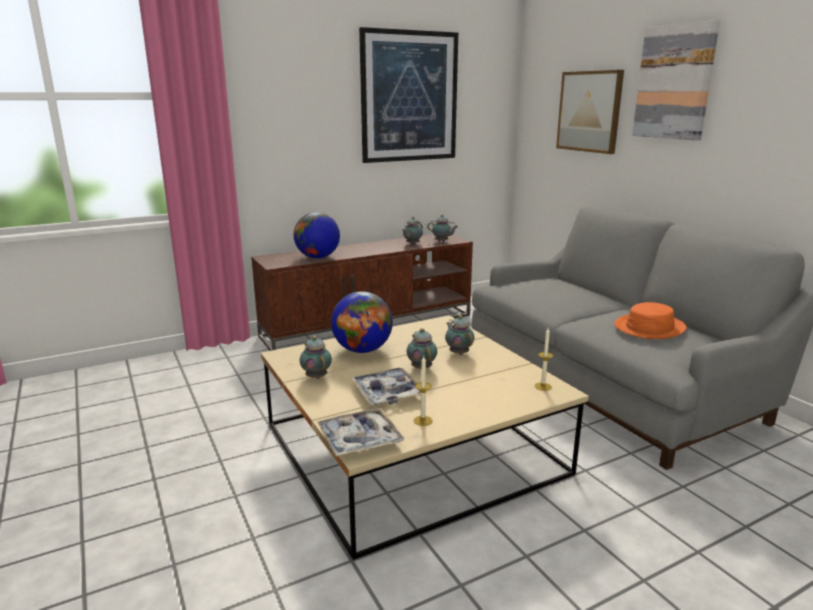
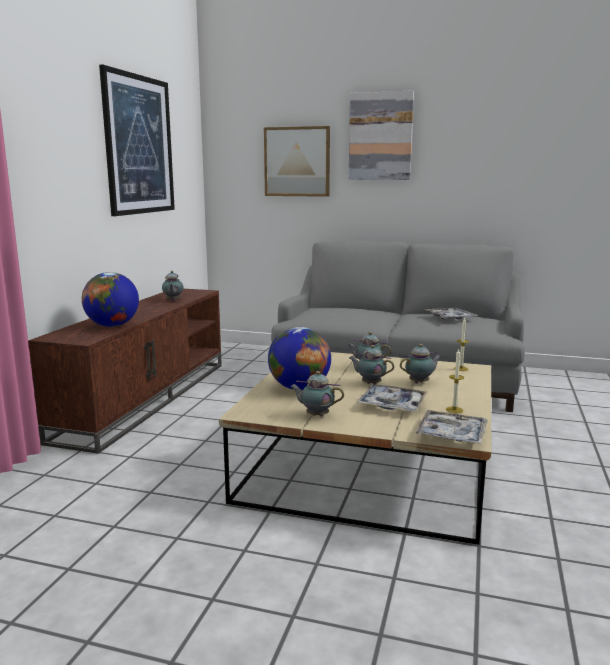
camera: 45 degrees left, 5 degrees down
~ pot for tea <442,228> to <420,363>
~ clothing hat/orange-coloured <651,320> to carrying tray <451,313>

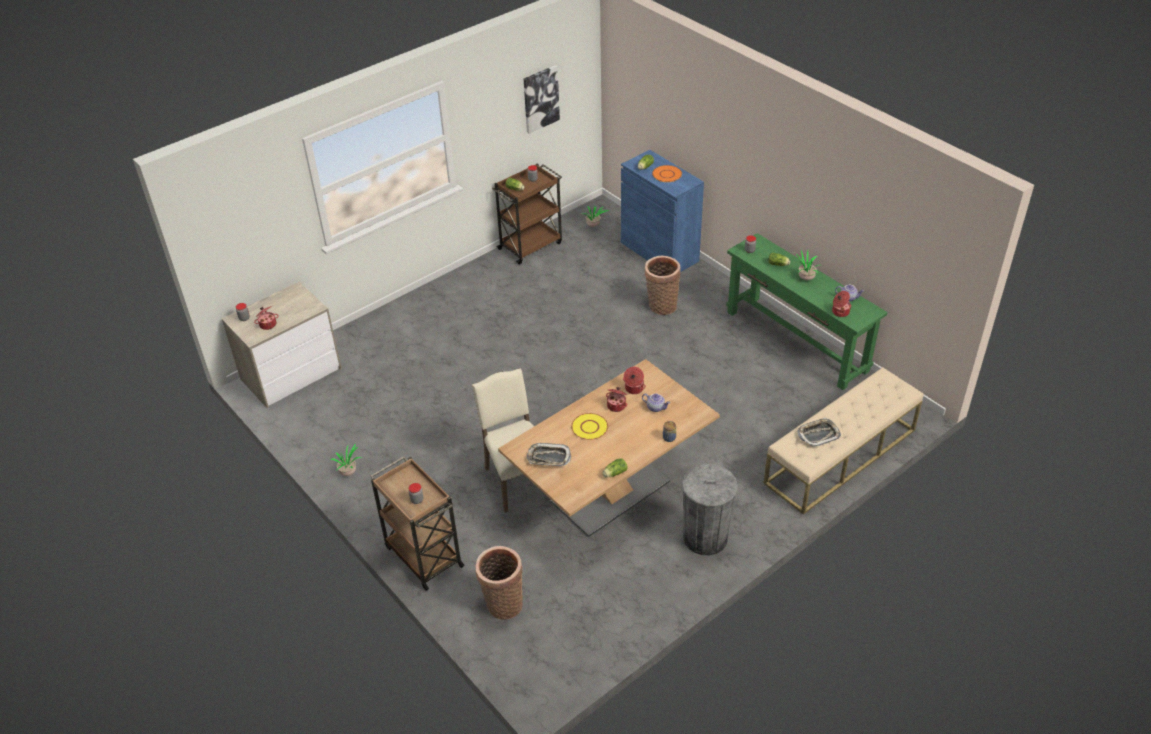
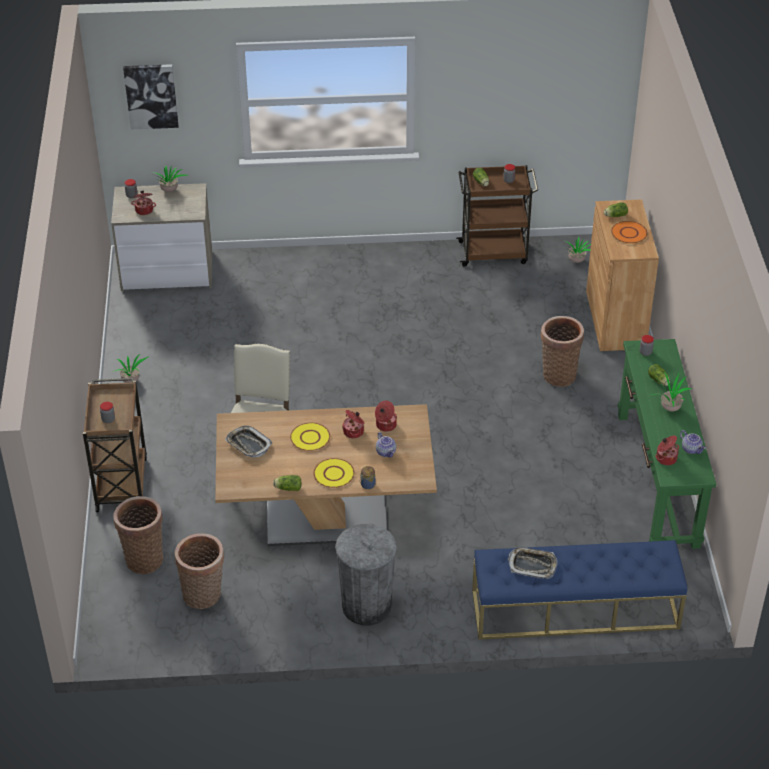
camera: 35 degrees right, 0 degrees up
~ picture <542,99> to <150,96>
~ storage cabinet/bluish <662,211> to storage cabinet/brown <622,275>
~ long seat/beige <843,440> to long seat/bluish <579,590>
+ plant in a pot <169,178>
+ storage basket <199,571>
+ plate/yellow-coloured <334,473>

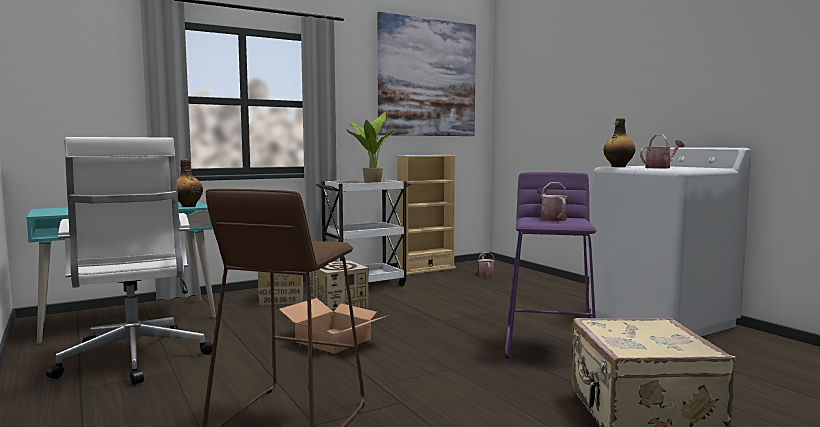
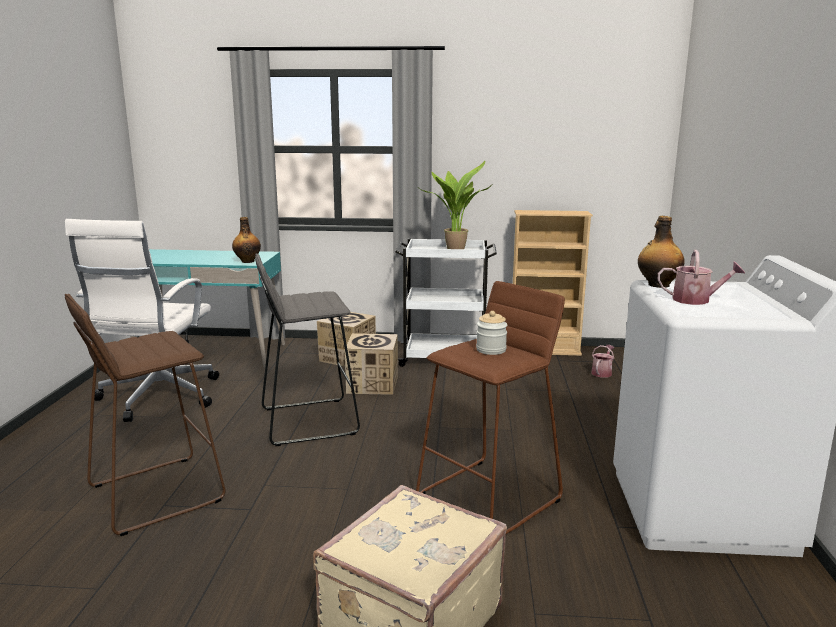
camera: 35 degrees right, 10 degrees up
~ carton <334,326> to sitting stool/greyish <307,350>
- picture <426,74>
~ sitting stool/purple <551,265> to sitting stool/brown <490,407>
~ watering pot <552,201> to preserve jar <491,333>

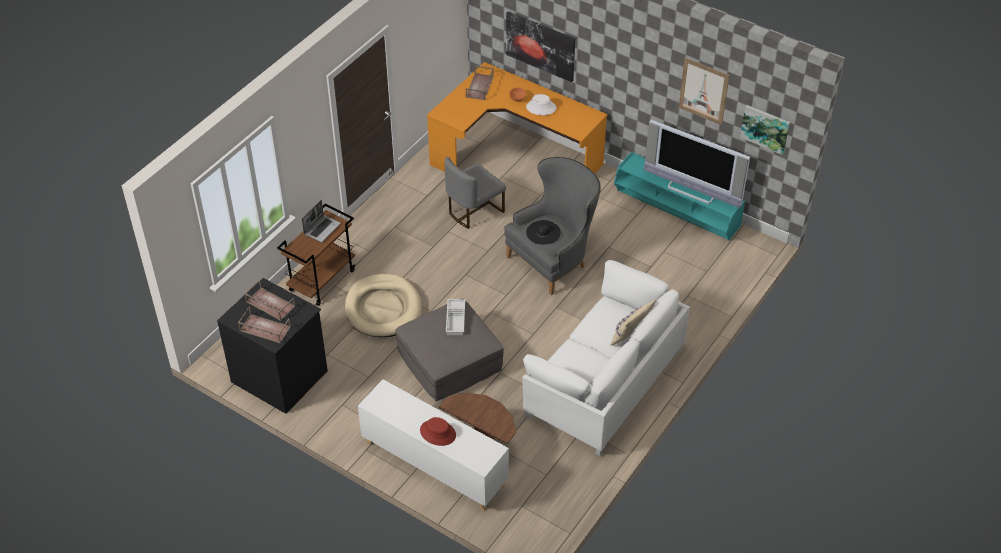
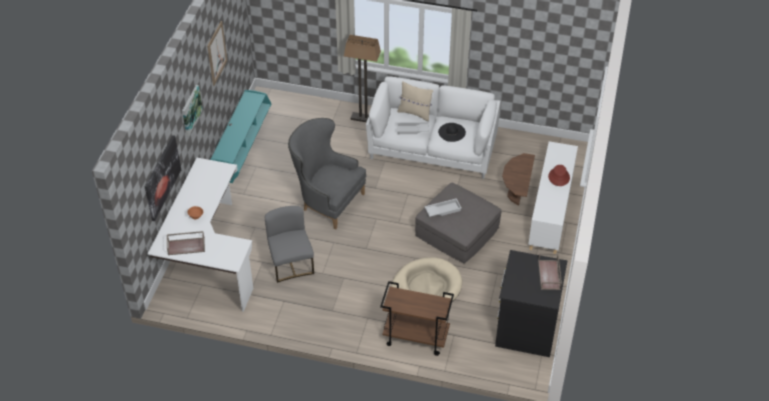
camera: 110 degrees left, 0 degrees up
- carrying tray/brown <270,300>
- laptop <321,221>
~ desk unit/orange-coloured <517,118> to desk unit/white <200,235>
~ plain chair/greyish <475,193> = <289,244> 135 degrees counterclockwise
- clothing hat/white <541,104>
~ clothing hat/black-coloured <543,232> to <452,132>
- TV <697,164>
~ picture <765,130> to <192,110>
+ floor lamp <362,78>
+ carrying tray/white <413,128>

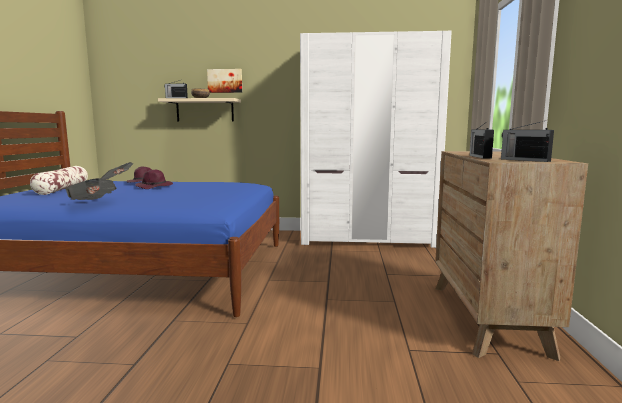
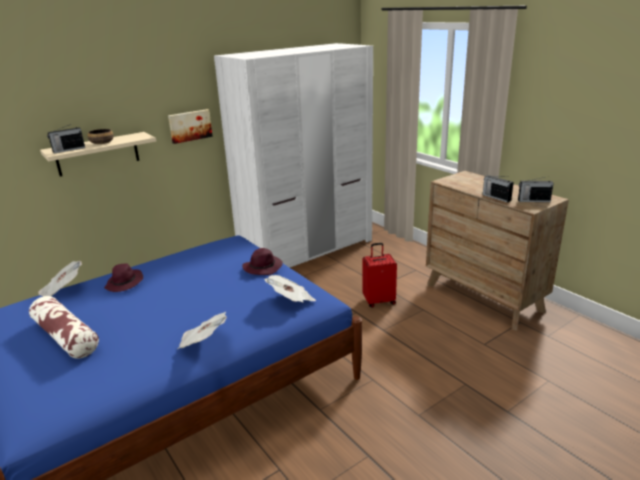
camera: 40 degrees left, 15 degrees up
~ clothing hat/purple <154,179> to <262,261>
~ picture <224,81> to <190,126>
+ newspaper <290,289>
+ suitcase/reddish <379,275>

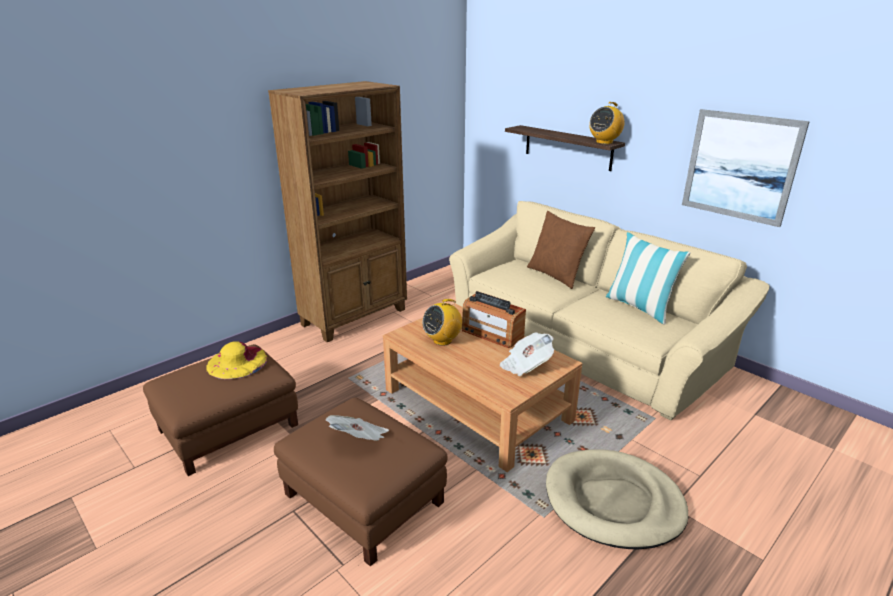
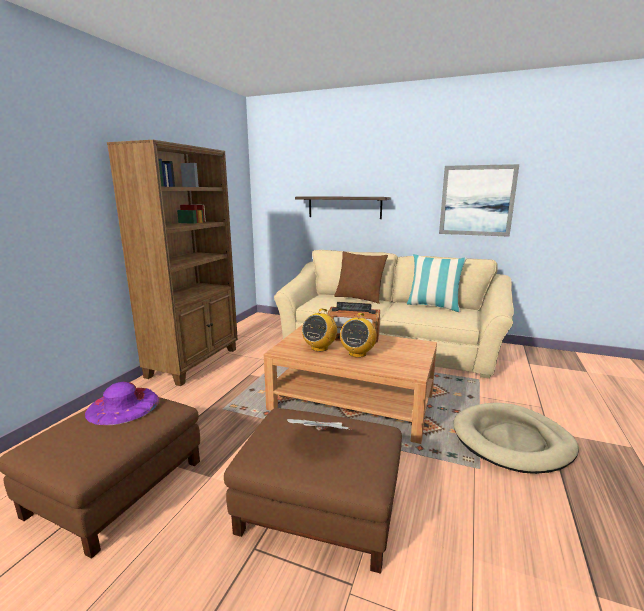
camera: 25 degrees left, 10 degrees down
~ clothing hat/yellow-coloured <236,360> to clothing hat/purple <122,403>
- newspaper <527,354>
~ radio receiver <607,123> to <358,335>

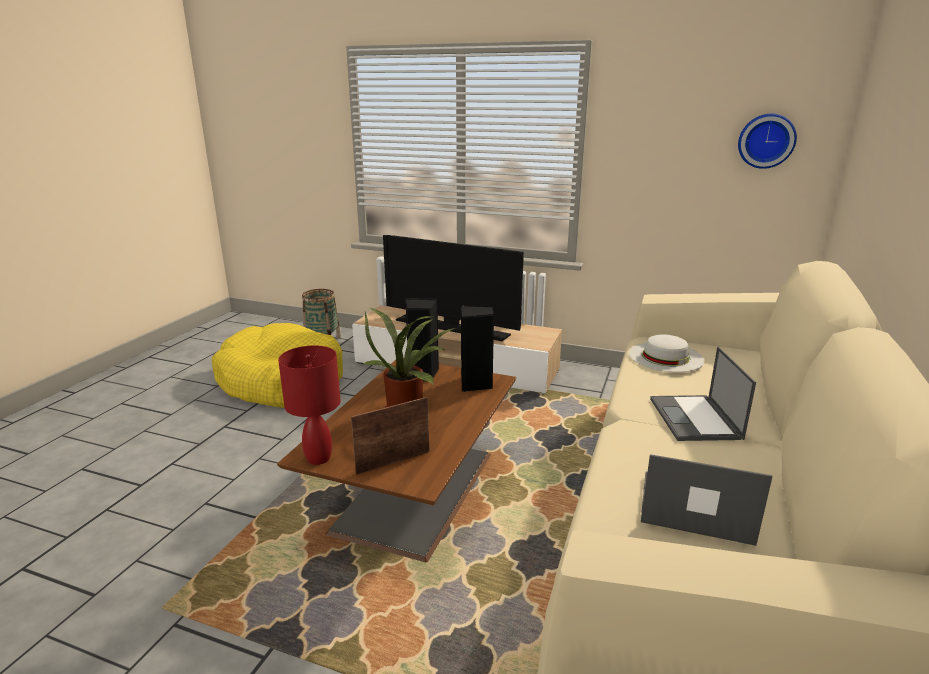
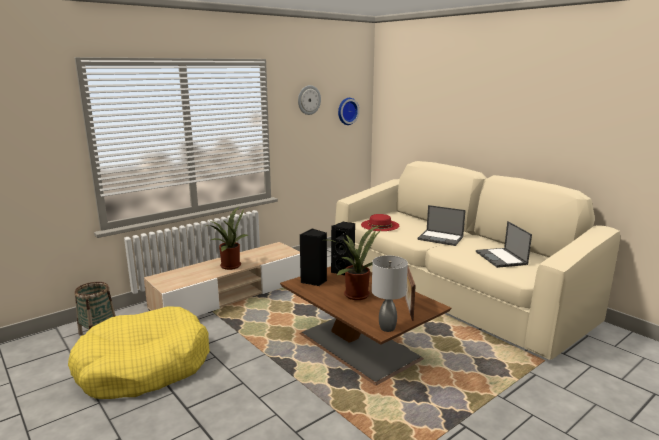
camera: 60 degrees left, 5 degrees down
~ table lamp/reddish <309,405> to table lamp/greyish <390,293>
~ TV <453,288> to plant in a pot <227,238>
~ clothing hat/white <666,353> to clothing hat/reddish <380,222>
~ laptop <707,500> = <504,244> 60 degrees counterclockwise
+ wall clock <309,100>

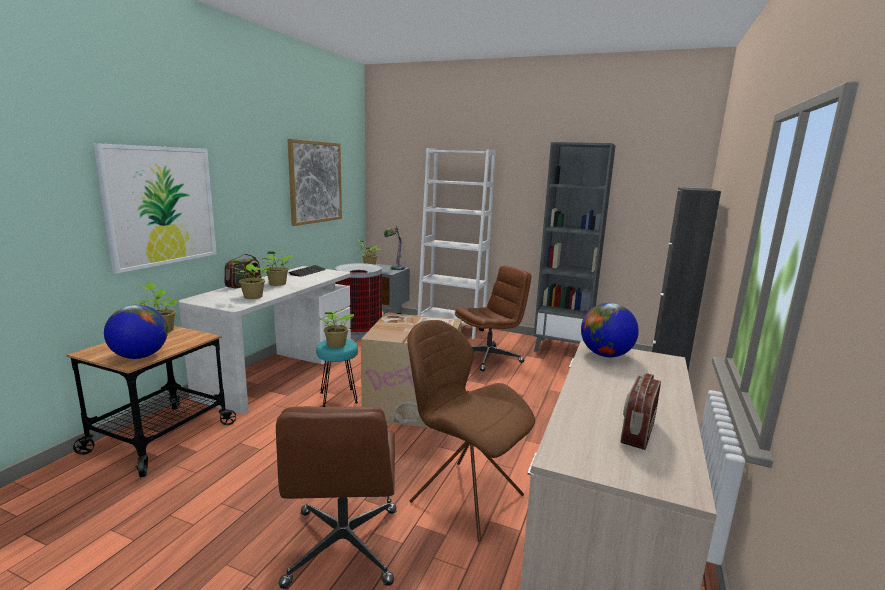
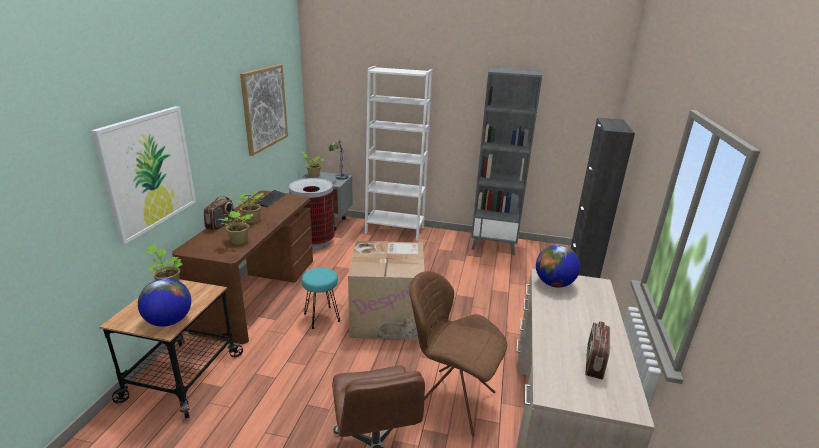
camera: 10 degrees left, 10 degrees up
~ desk unit/white <264,340> to desk unit/brown <242,267>
- plant in a pot <336,328>
- office chair/brown <493,318>

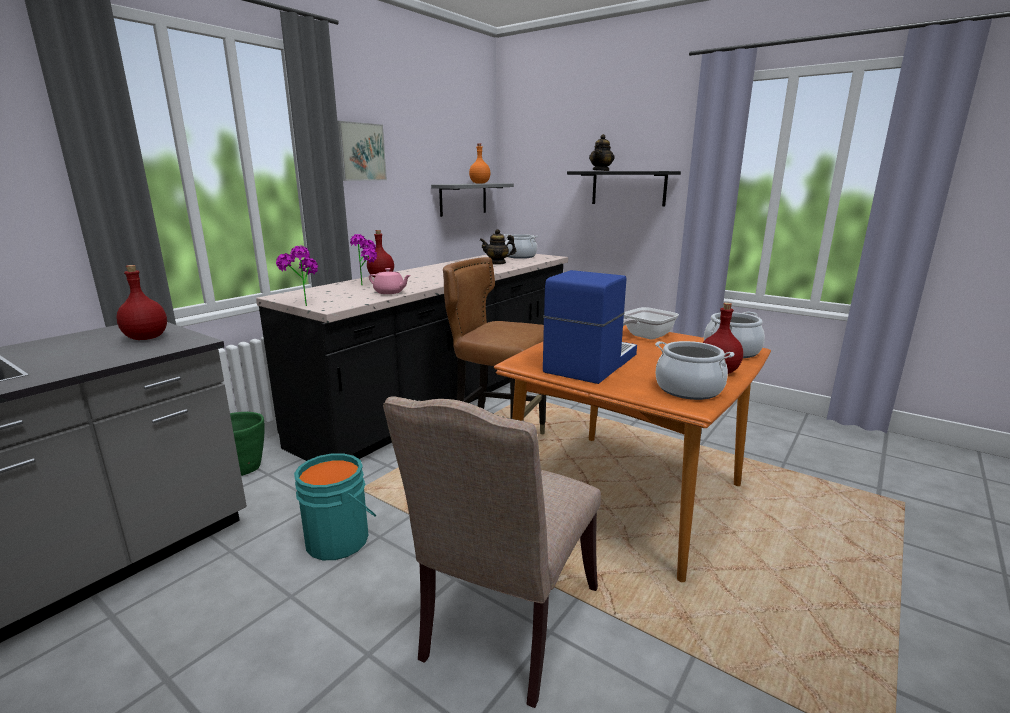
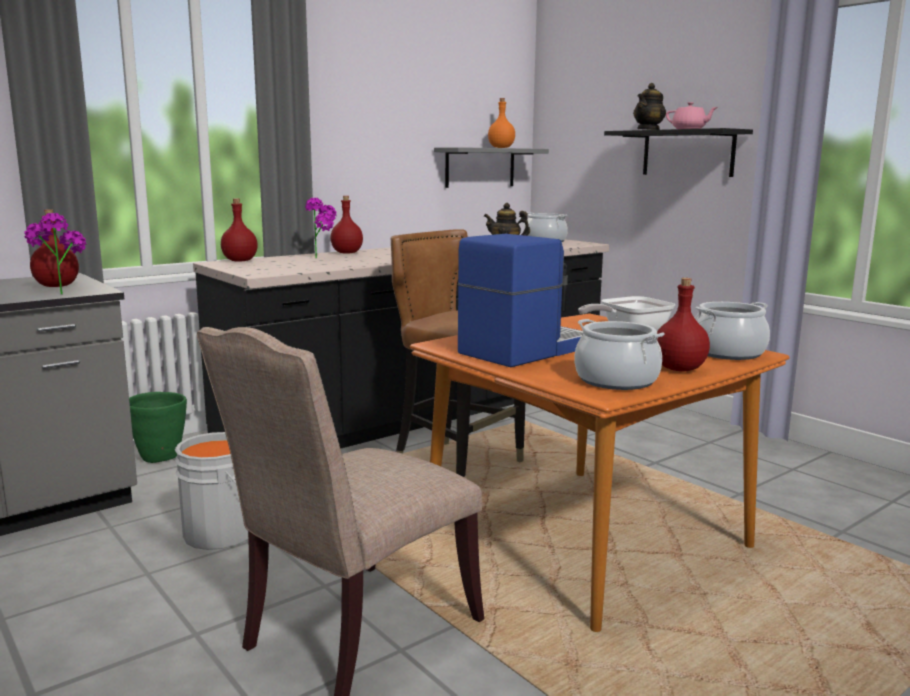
camera: 15 degrees right, 5 degrees down
~ plant in a pot <297,276> to <55,254>
~ pail/blue-green <335,506> to pail/greyish <211,491>
- picture <362,151>
~ pot for tea/pinkish <390,281> to <692,115>
+ drink bottle/reddish <239,230>

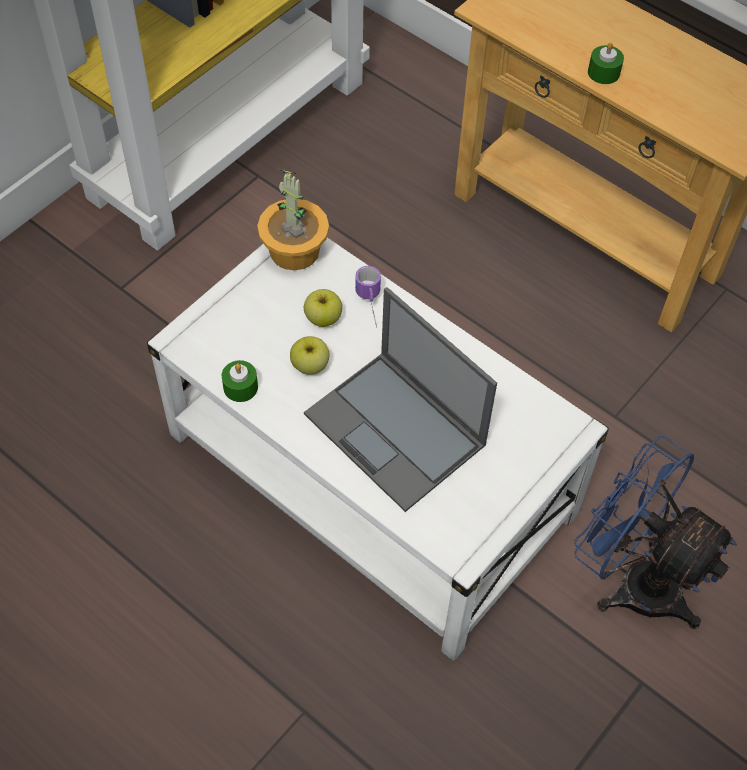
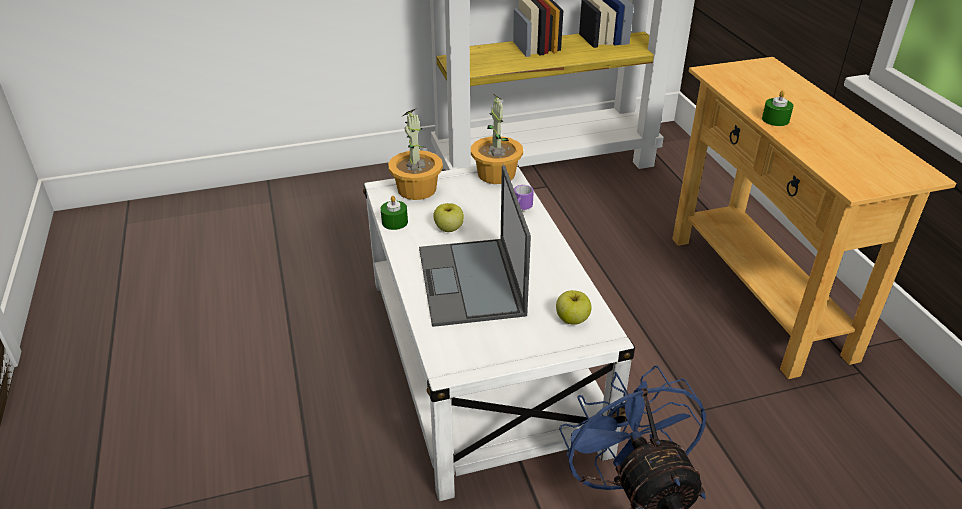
camera: 35 degrees right, 20 degrees down
~ apple fruit <323,308> to <573,307>
+ plant in a pot <415,154>

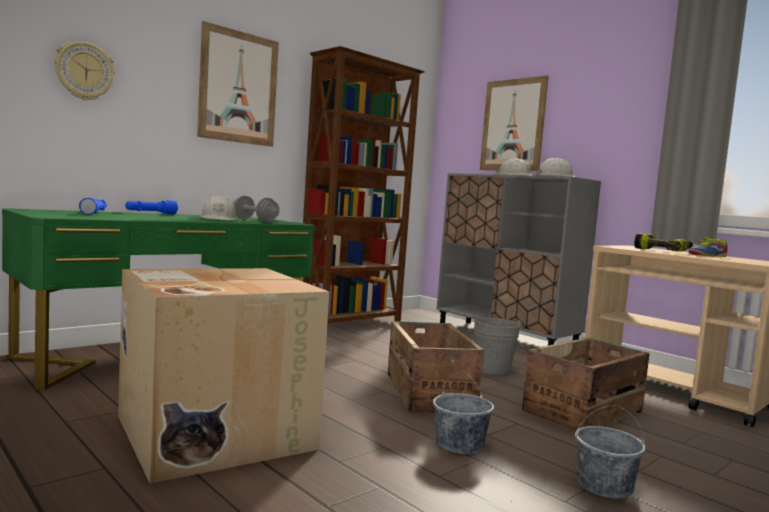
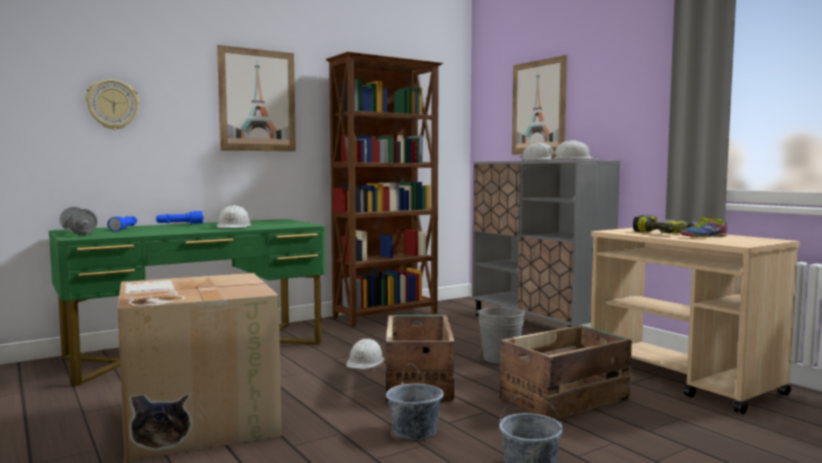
camera: 10 degrees right, 0 degrees up
~ hand weight/greyish <256,209> to <78,221>
+ work helmet/white <365,353>

